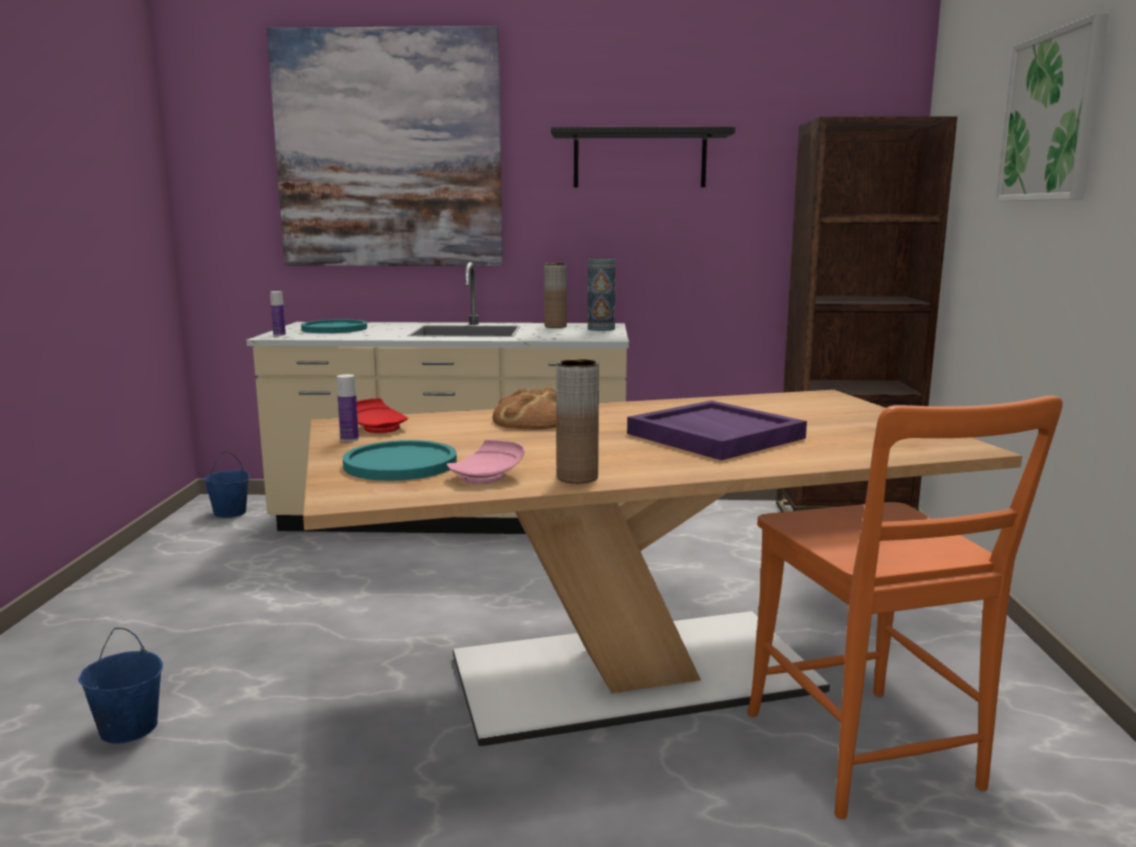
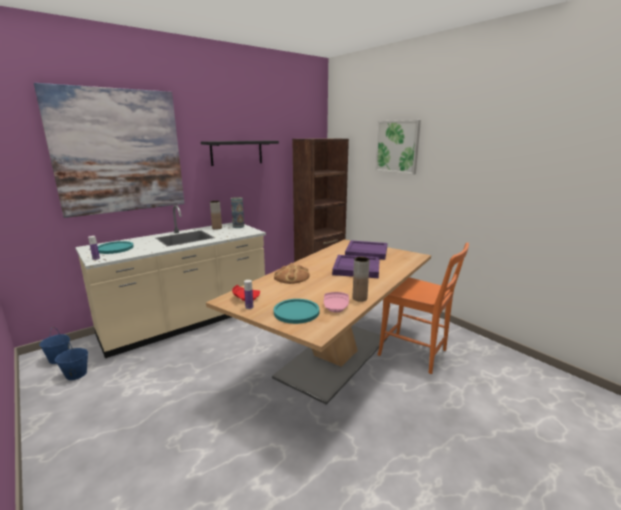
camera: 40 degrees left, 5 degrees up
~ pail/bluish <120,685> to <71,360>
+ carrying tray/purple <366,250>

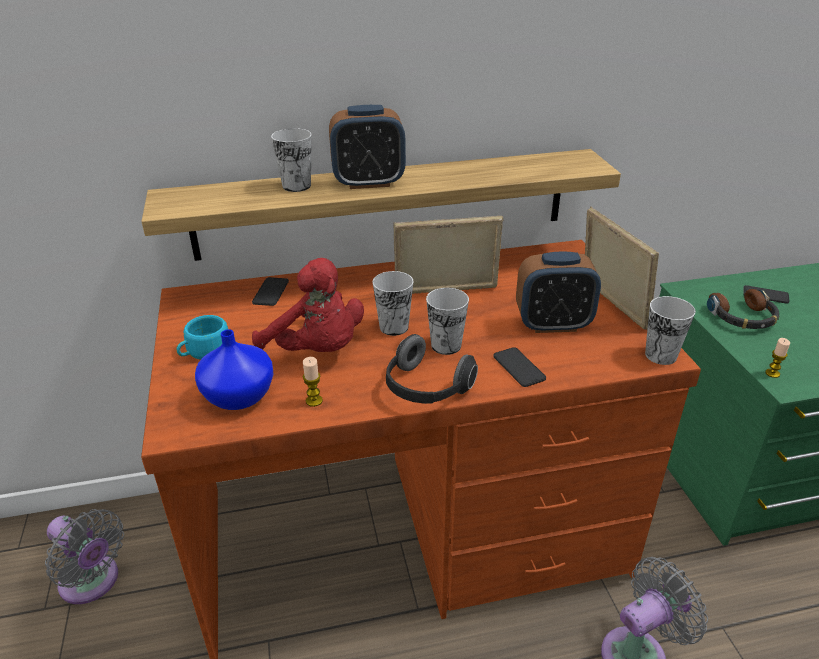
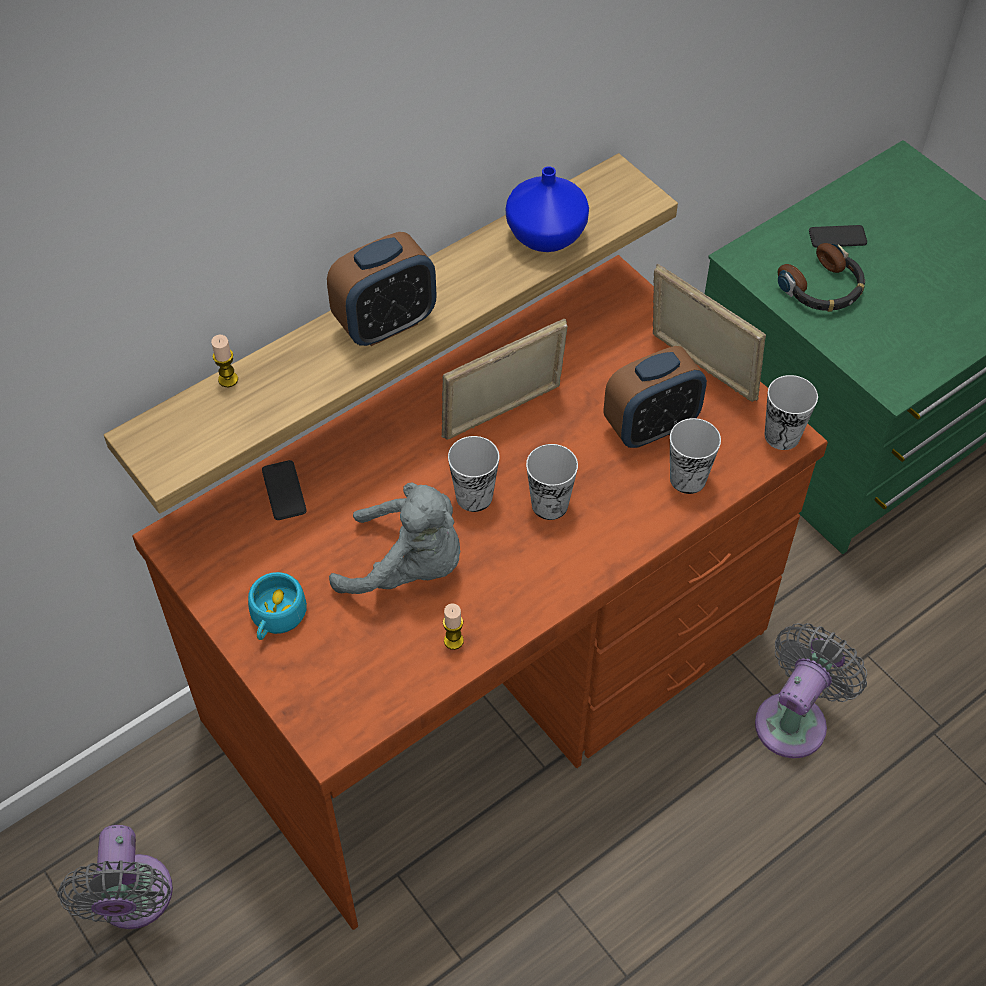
camera: 25 degrees left, 20 degrees up
~ electric fan/greyish <84,556> = <115,877> 75 degrees clockwise
~ flower vase/bluish <234,369> to <547,209>
~ cuddly toy/reddish <308,305> to cuddly toy/greyish <395,538>
~ small cup <291,160> to <695,456>
- headset <432,369>
- phone <519,367>
~ wax light <777,358> to <224,361>

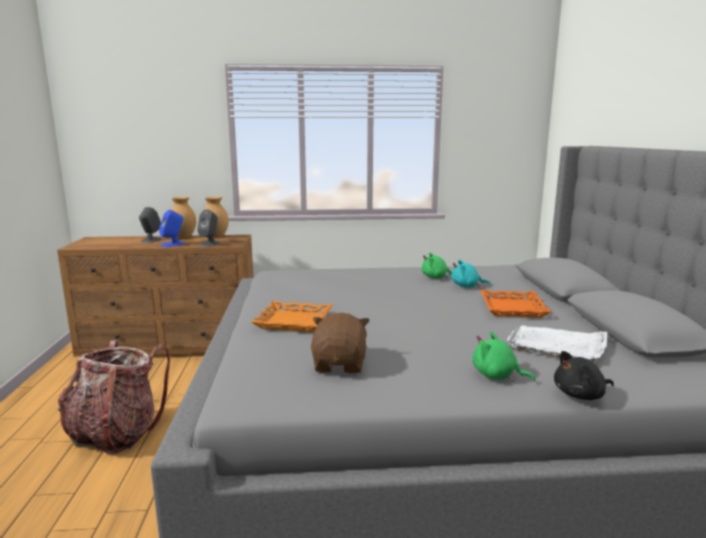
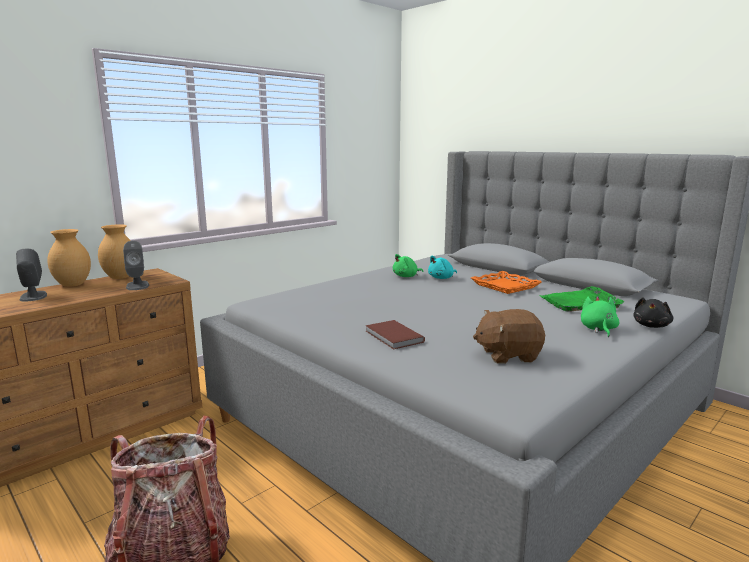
camera: 40 degrees left, 0 degrees up
- speaker/bluish <172,228>
~ carrying tray/orange-coloured <292,316> to bound book/brown <395,334>
~ cuddly toy/brown <340,343> = <509,336> 60 degrees counterclockwise
~ cuddly toy/greenish <504,356> = <600,316> 105 degrees clockwise
~ carrying tray/white <556,344> to carrying tray/greenish <581,298>

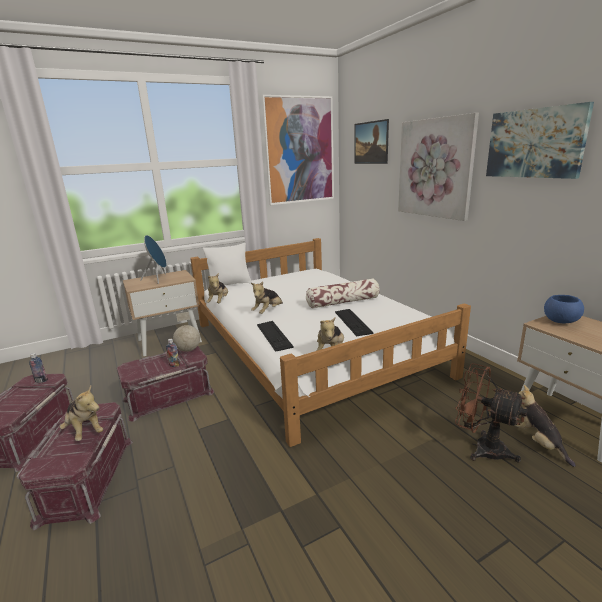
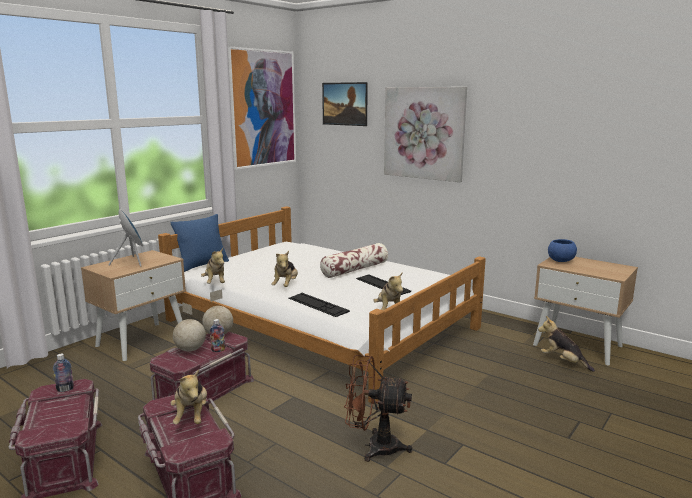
camera: 25 degrees left, 5 degrees down
~ cuddly toy <81,413> = <188,396> 60 degrees clockwise
~ cushion/white <227,264> to cushion/bluish <200,243>
~ electric fan/brown <491,413> to <378,408>
- picture <540,140>
+ globe <189,327>

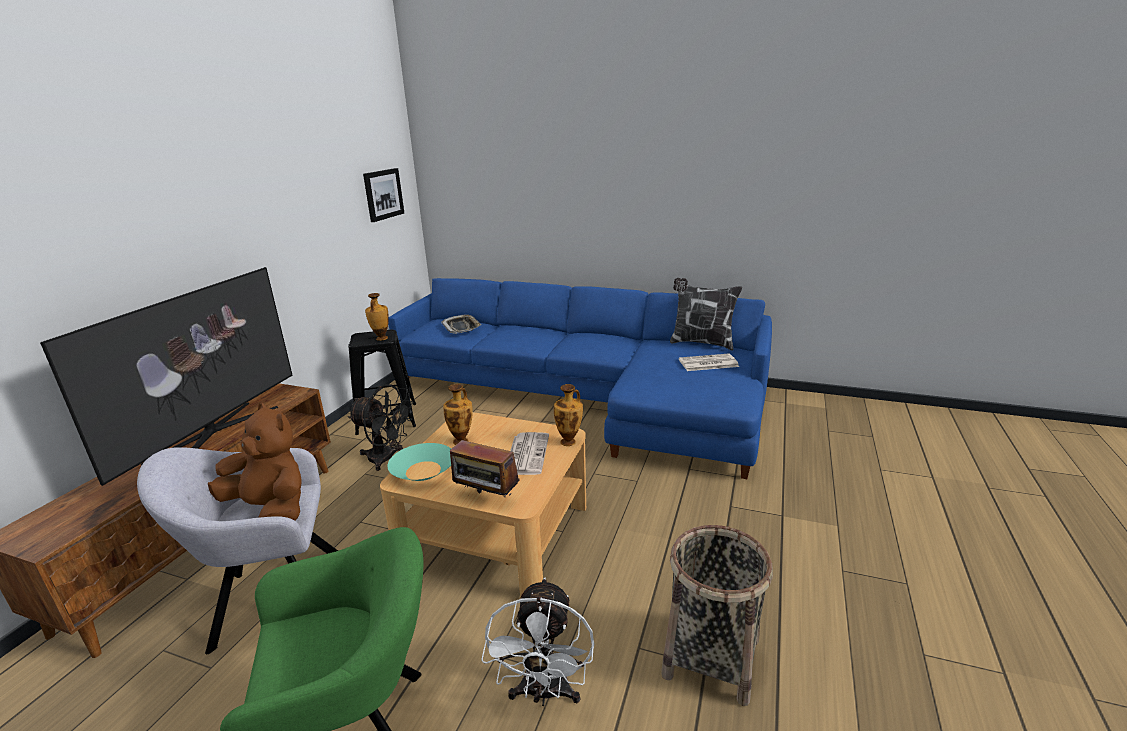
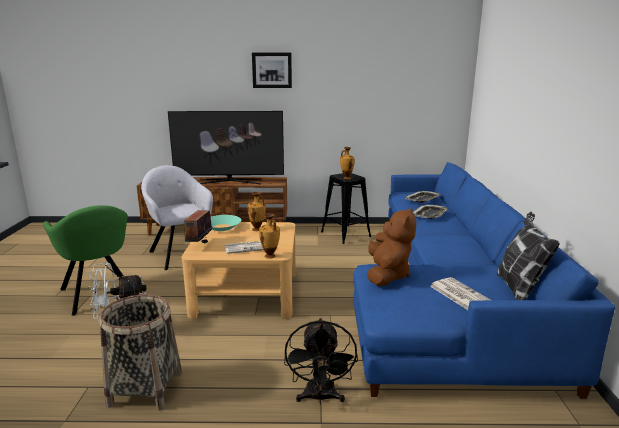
camera: 70 degrees right, 5 degrees down
~ cuddly toy/brown <255,462> to <391,246>
~ electric fan/black-coloured <380,427> to <321,361>
~ picture <383,195> to <272,70>
+ carrying tray <430,212>

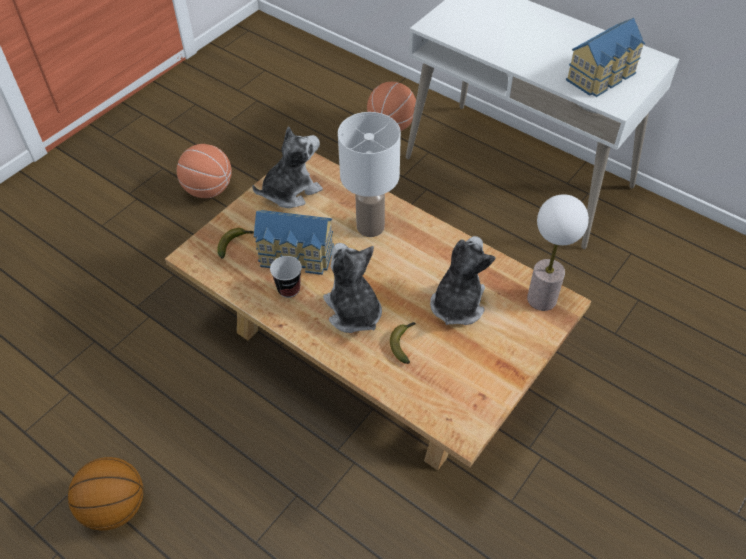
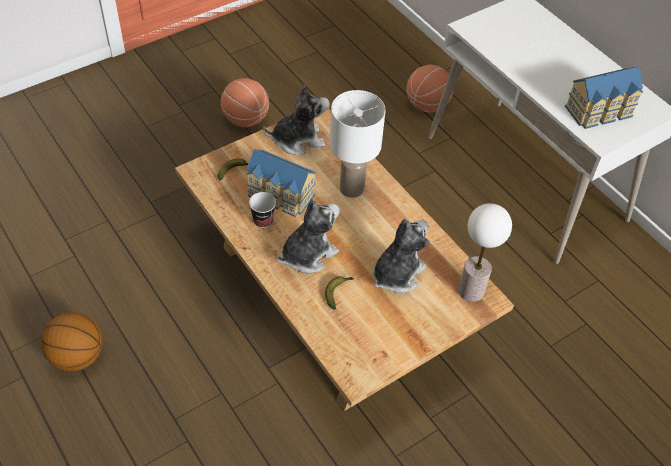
camera: 15 degrees right, 0 degrees up
~ cuddly toy <352,288> = <308,236> 60 degrees clockwise

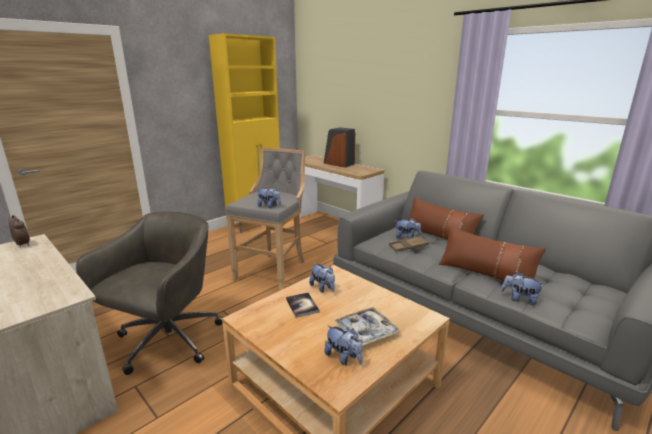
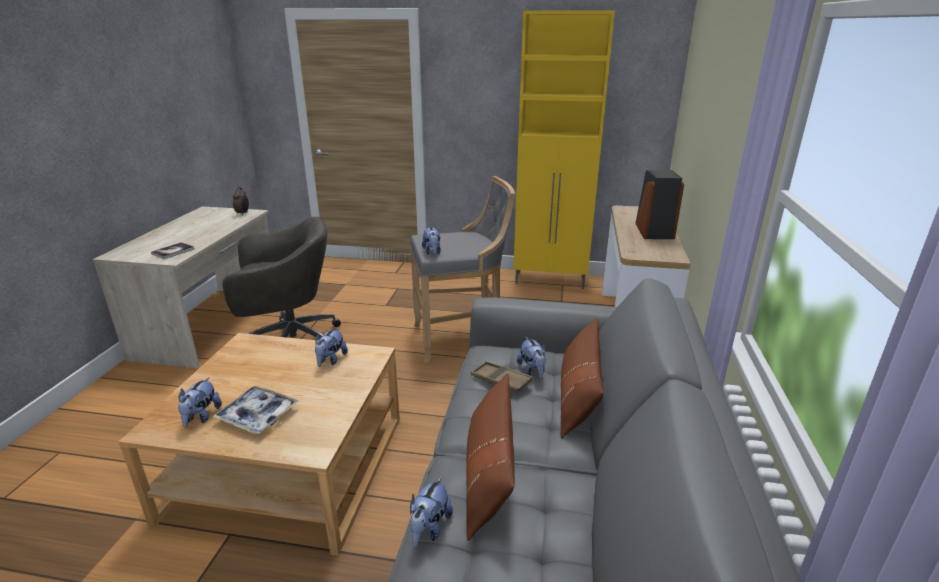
camera: 55 degrees right, 5 degrees up
~ bound book <303,305> to <173,250>
~ cuddly toy <522,288> = <431,512> 150 degrees counterclockwise

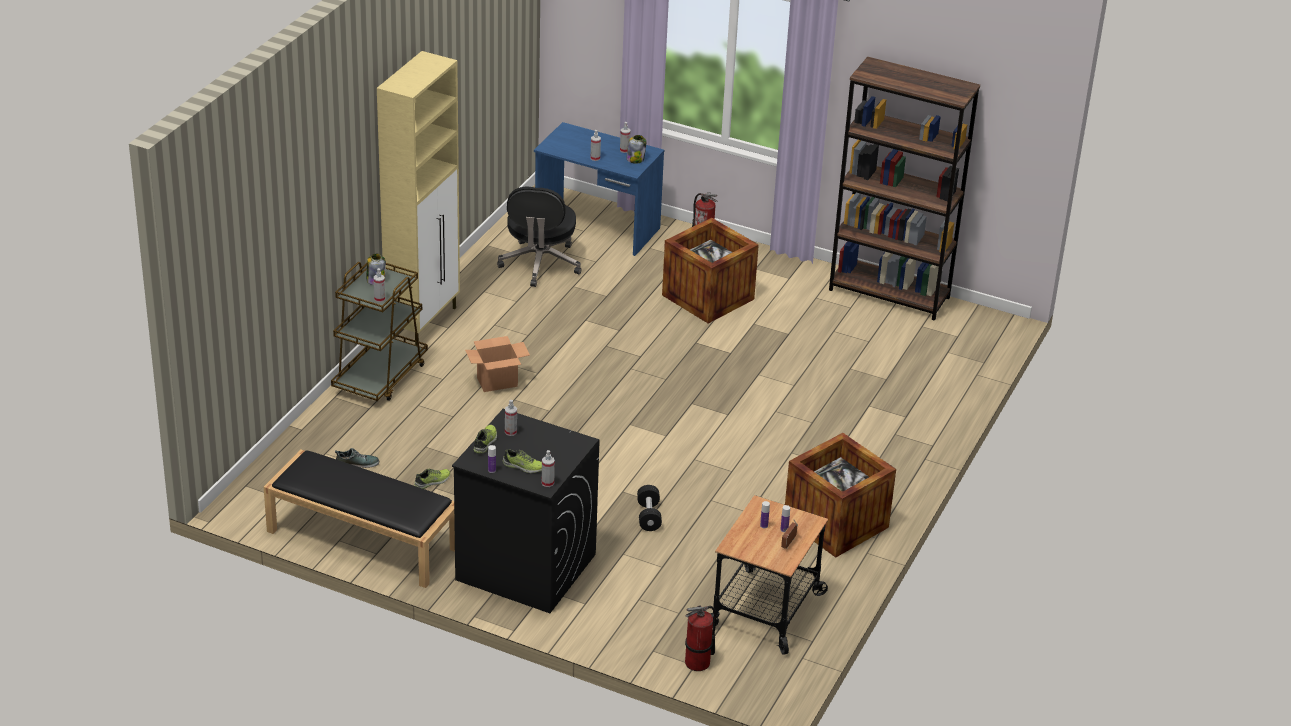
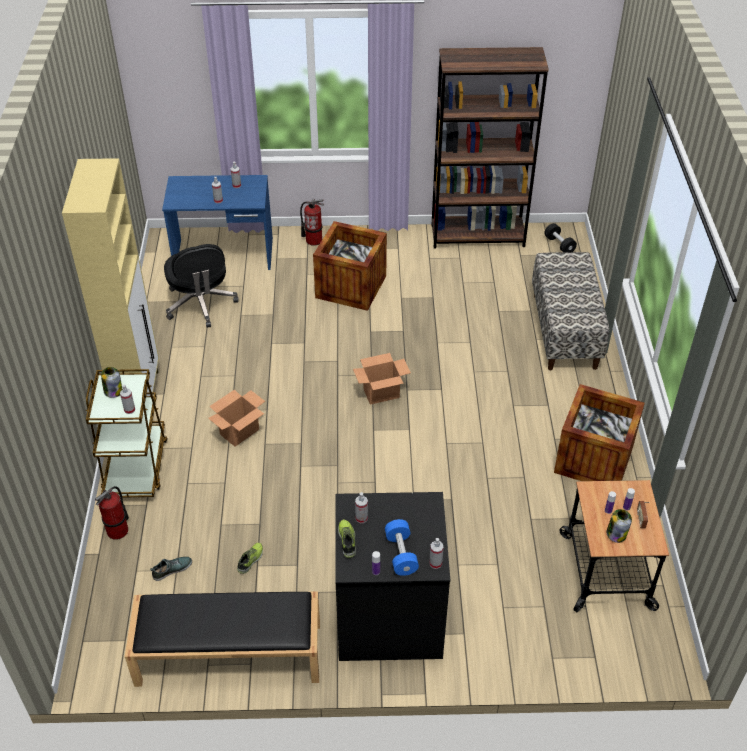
camera: 25 degrees left, 10 degrees up
~ item of footwear <522,461> to hand weight/bluish <402,547>
~ preserve jar <636,149> to <619,526>
~ hand weight/black-coloured <649,508> to <560,237>
~ fire extinguisher <701,638> to <112,513>
+ carton <382,379>
+ long seat <571,311>

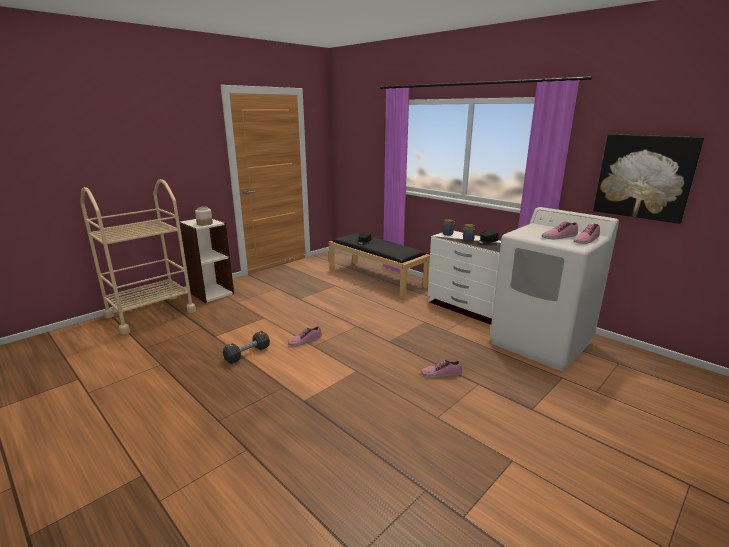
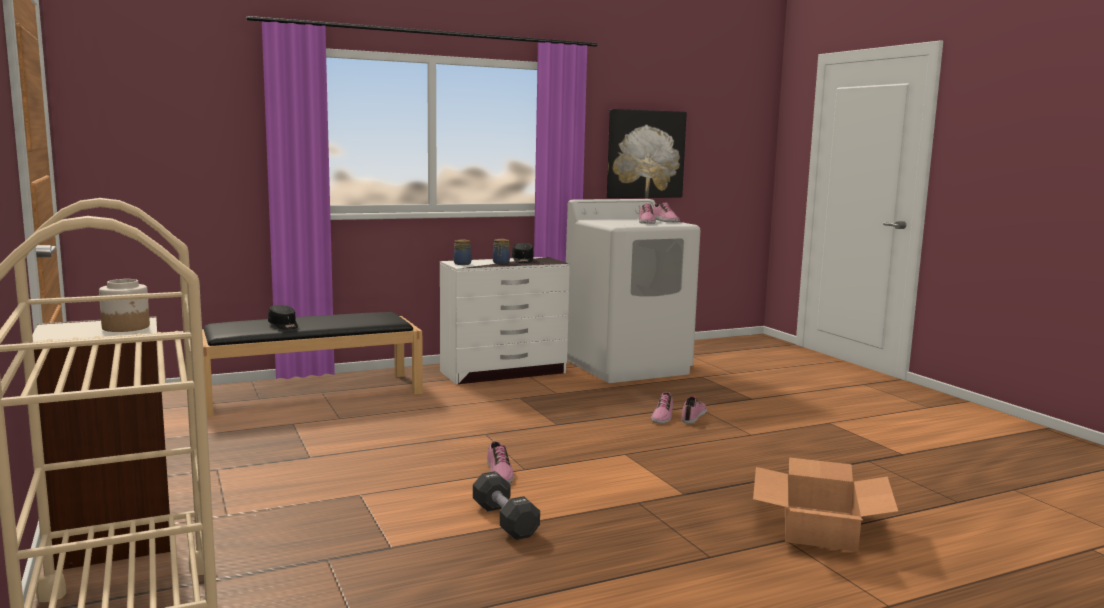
camera: 70 degrees left, 10 degrees down
+ item of footwear <694,410>
+ carton <825,504>

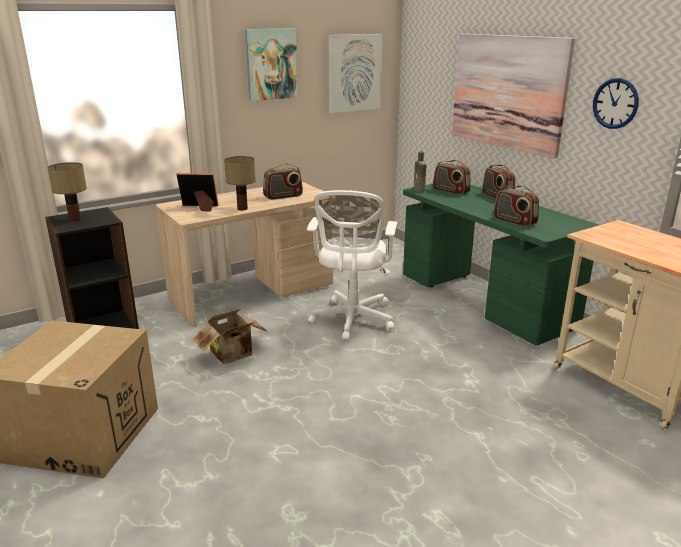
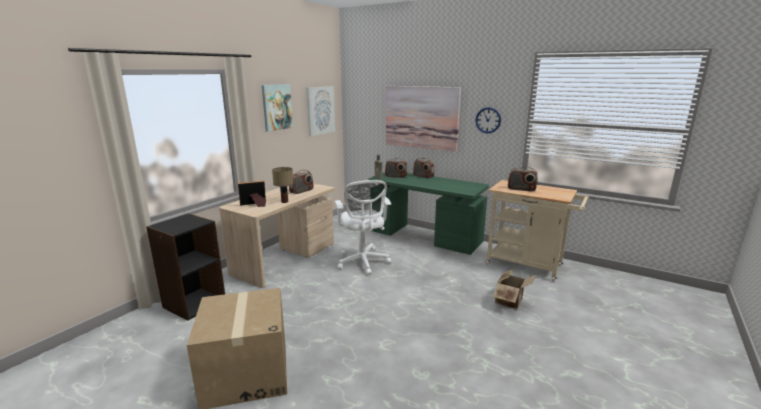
camera: 25 degrees left, 5 degrees down
- table lamp <67,191>
~ carton <229,336> to <515,289>
~ radio receiver <516,206> to <523,179>

